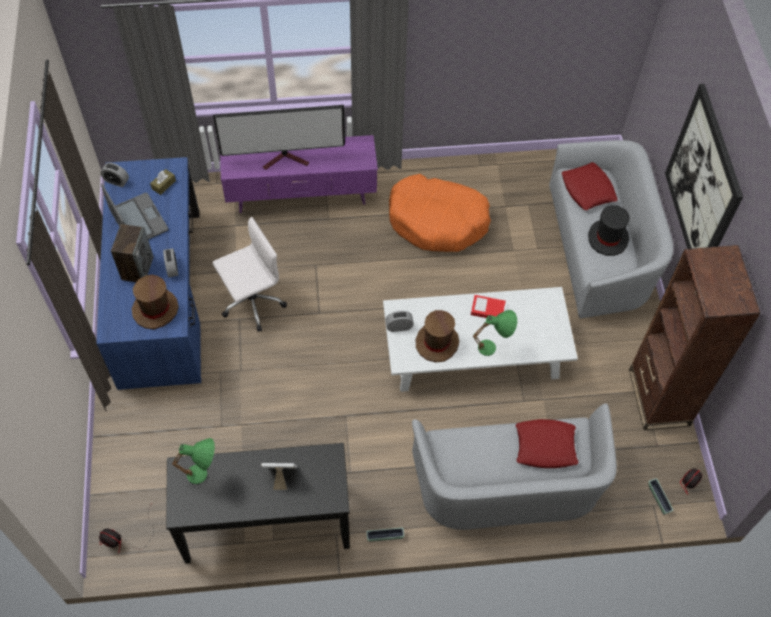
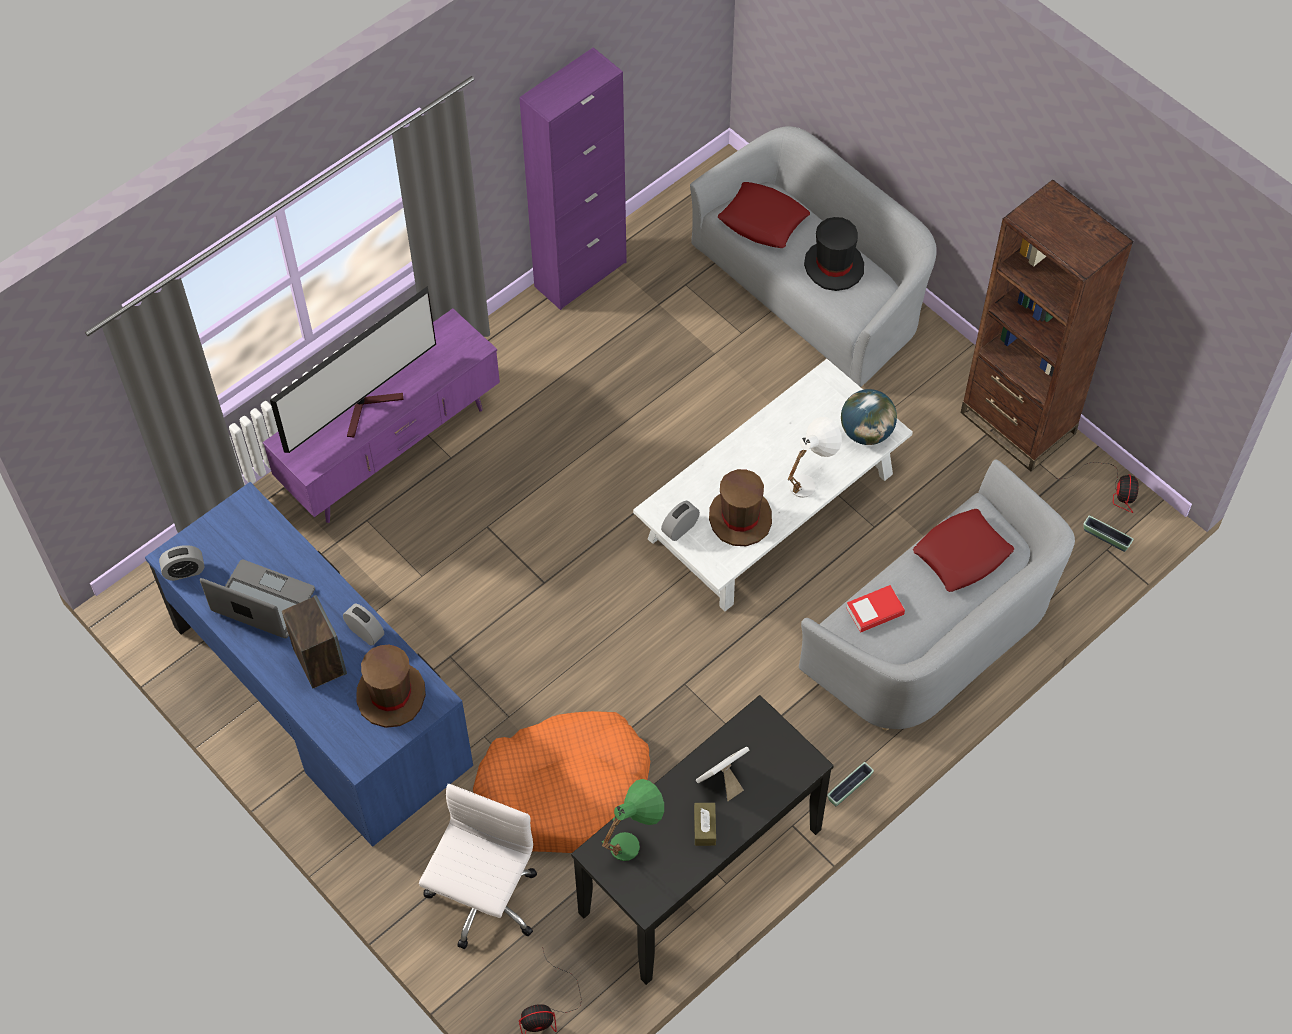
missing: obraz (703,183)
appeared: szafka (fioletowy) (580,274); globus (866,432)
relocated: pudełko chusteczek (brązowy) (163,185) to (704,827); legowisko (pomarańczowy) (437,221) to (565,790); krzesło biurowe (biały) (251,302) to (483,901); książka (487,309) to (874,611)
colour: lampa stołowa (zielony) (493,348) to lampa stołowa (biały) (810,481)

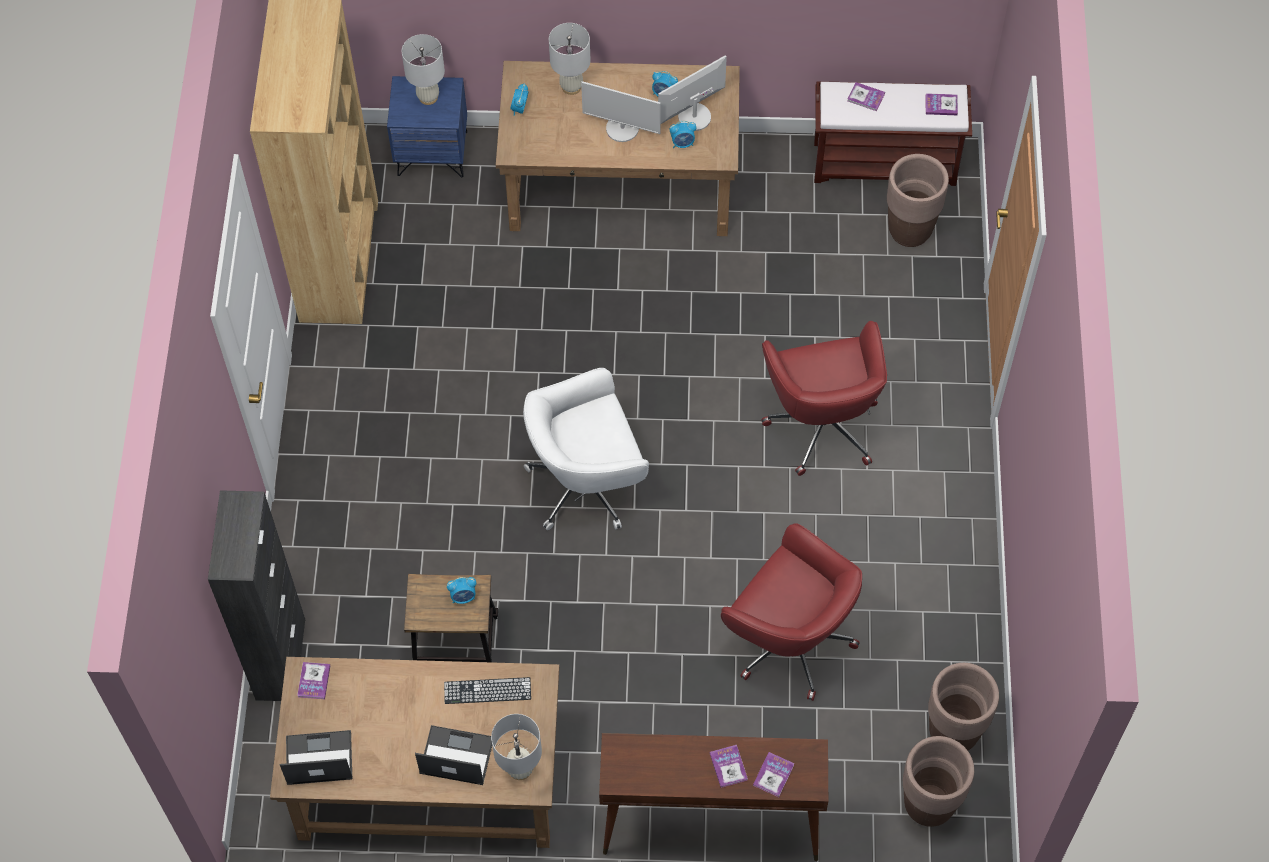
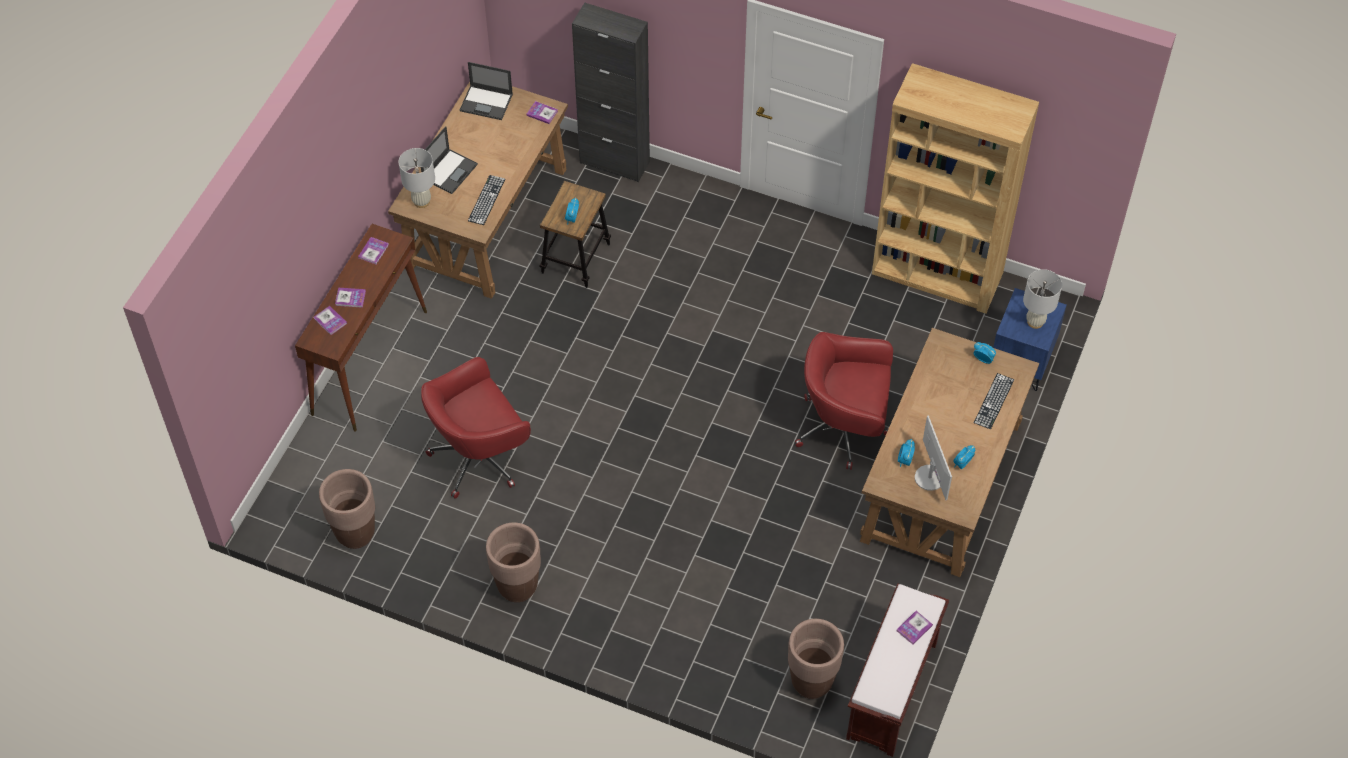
missing: monitor (622,128); krzesło biurowe (biały) (587,483)
relocated: książka (941,105) to (373,251); krzesło biurowe (czerwony) (822,423) to (844,428); donica (brązowy) (929,805) to (517,587)
exchanged: lampa stołowa (biały) (571,87) to klawiatura (994,401)
spun: laptop (318,758) = (487,102) 90 degrees clockwise

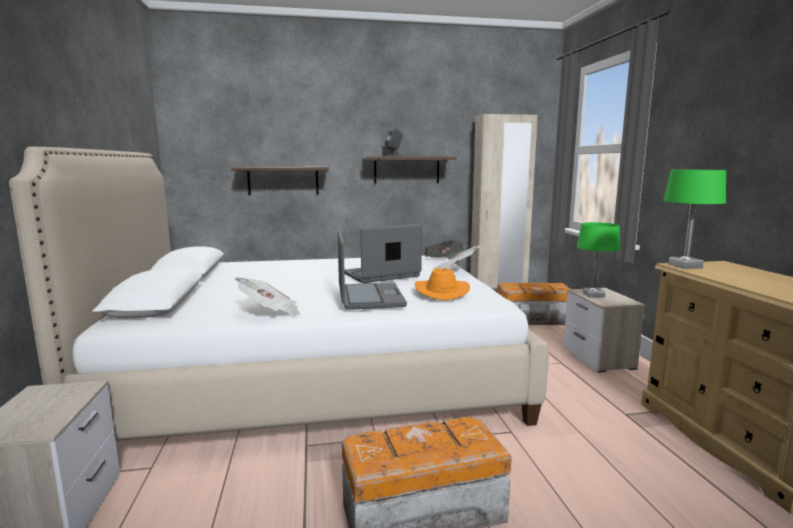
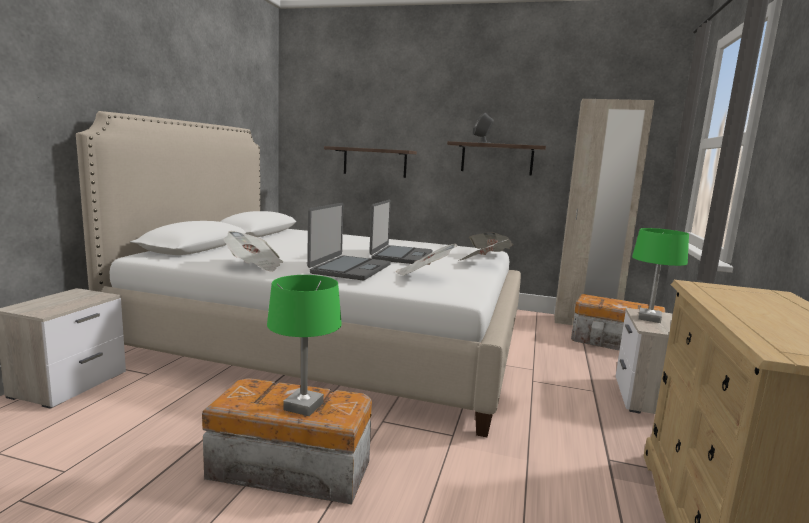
relocated: lampa stołowa (zielony) (685,266) to (303,406)
exchanged: kapelusz (pomarańczowy) (441,291) to gazeta (423,275)
spun: laptop (382,275) = (401,256) 105 degrees clockwise

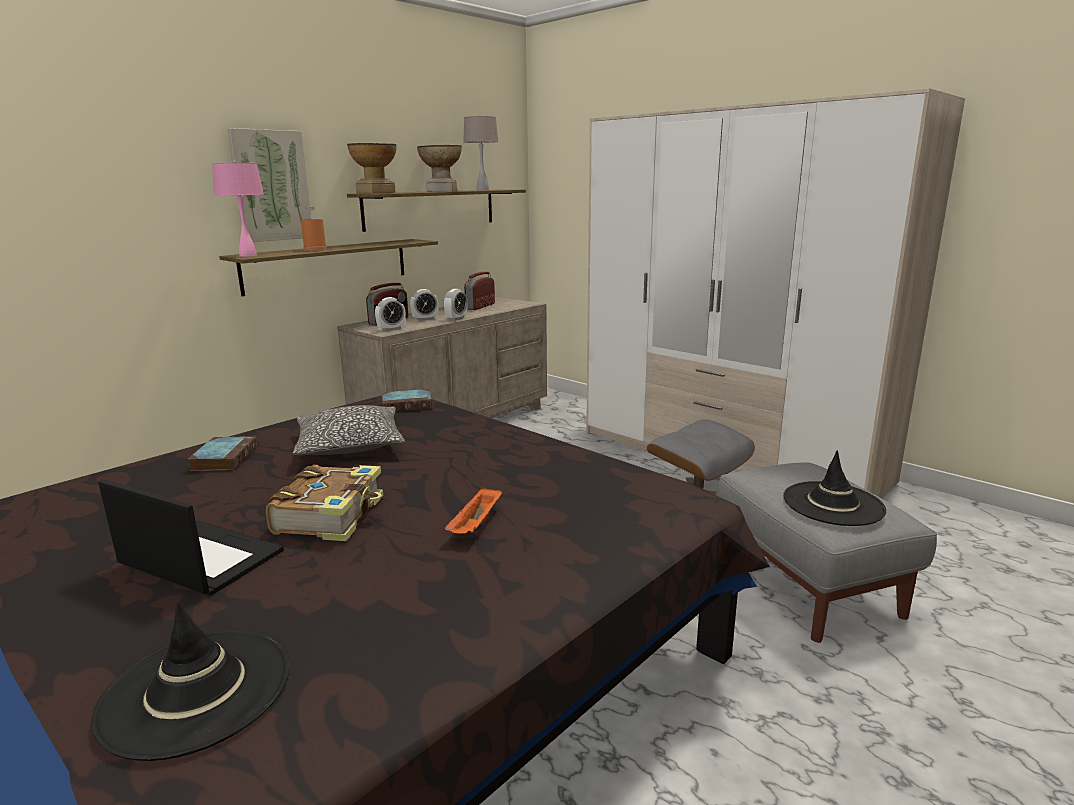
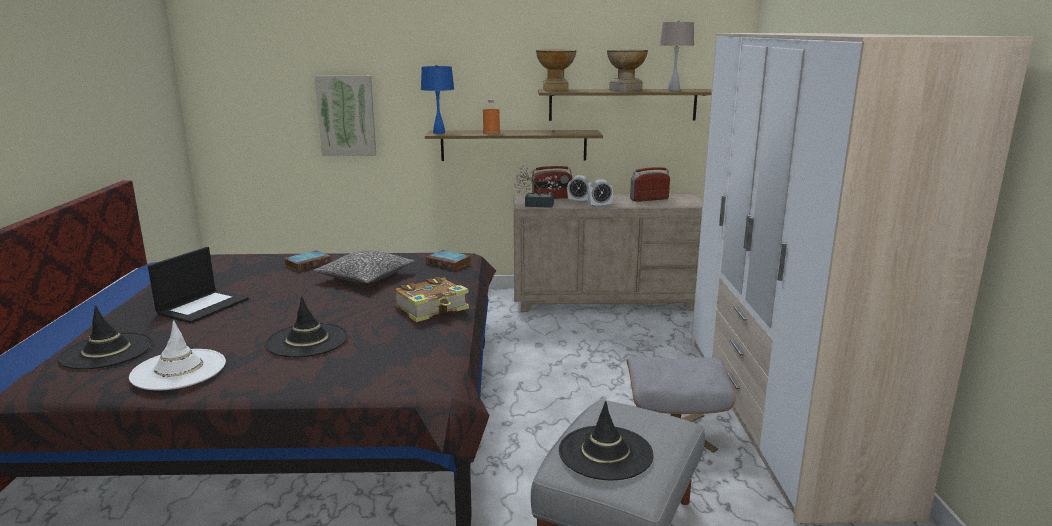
appeared: kapelusz (biały) (178,370)
relocated: obraz (271,186) to (346,116); książka (332,515) to (432,309)
exchanged: budzik (391,329) to roślina doniczkowa (535,204); taca (pomarańczowy) (476,525) to kapelusz (czarny) (307,340)
colour: lampa stołowa (różowy) (248,255) to lampa stołowa (niebieski) (439,133)
spun: laptop (199,558) = (203,306) 45 degrees clockwise

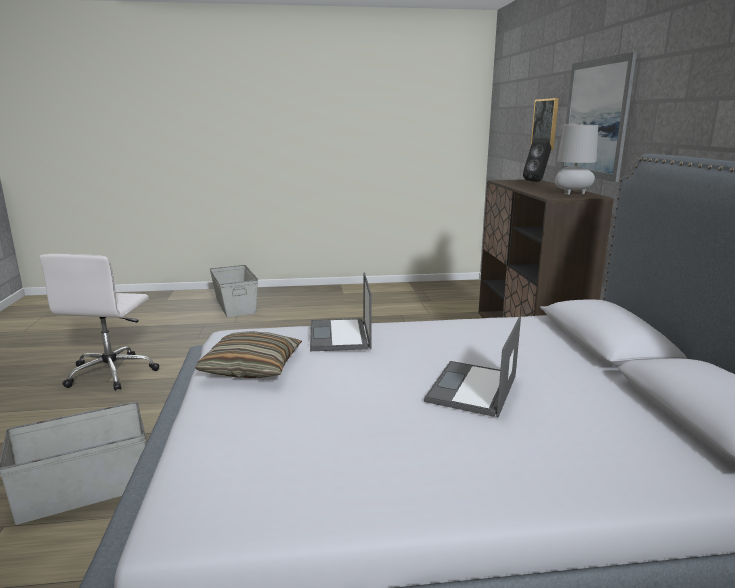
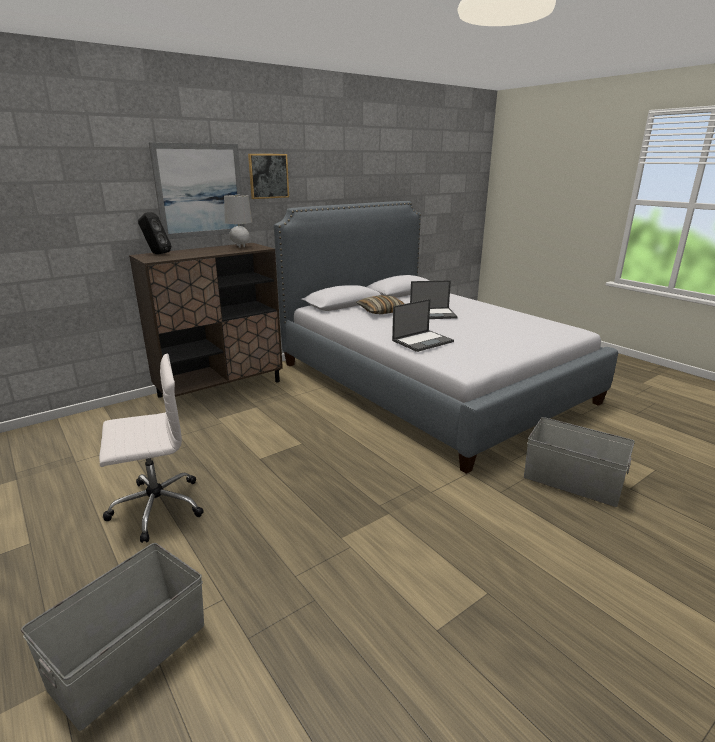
relocated: obraz (545,124) to (268,176); krzesło biurowe (biały) (112,372) to (155,507); poduszka (252,367) to (381,311)

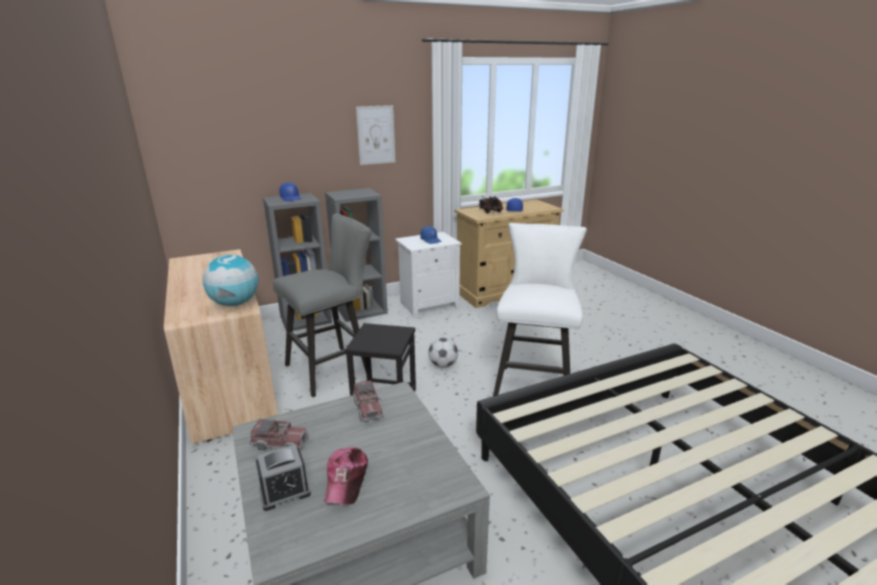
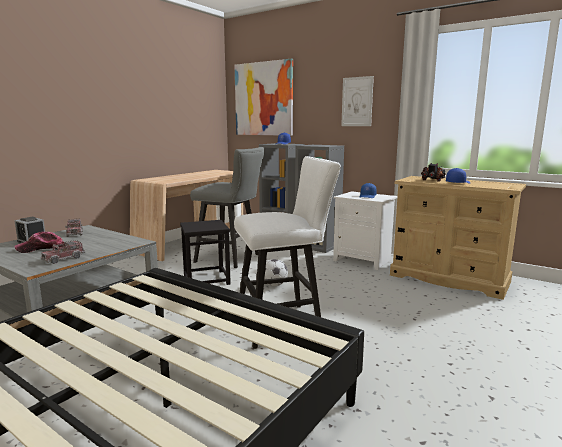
missing: globus (235,303)
appeared: obraz (263,99)
relocated: ciężarówka zabawkowa (368,408) to (63,258)

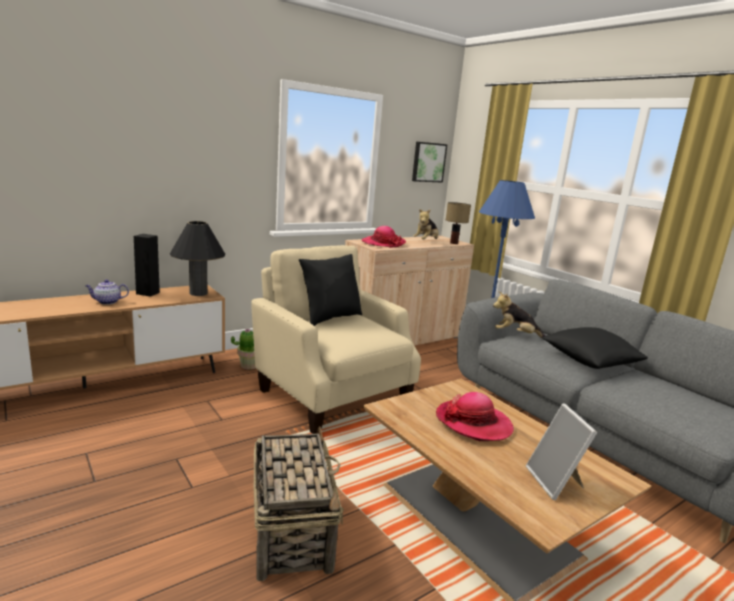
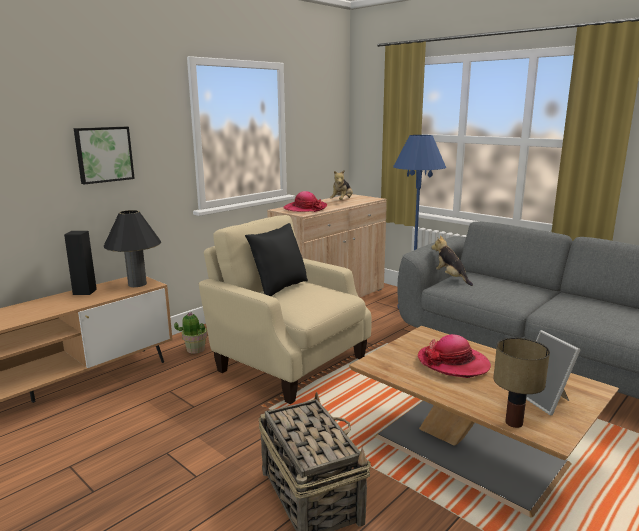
missing: imbryk (107,302); poduszka (czarny) (589,361)
relocated: obraz (428,162) to (103,154); lampa stołowa (454,243) to (515,422)
spun: pluszak (515,335) = (450,278) 60 degrees clockwise

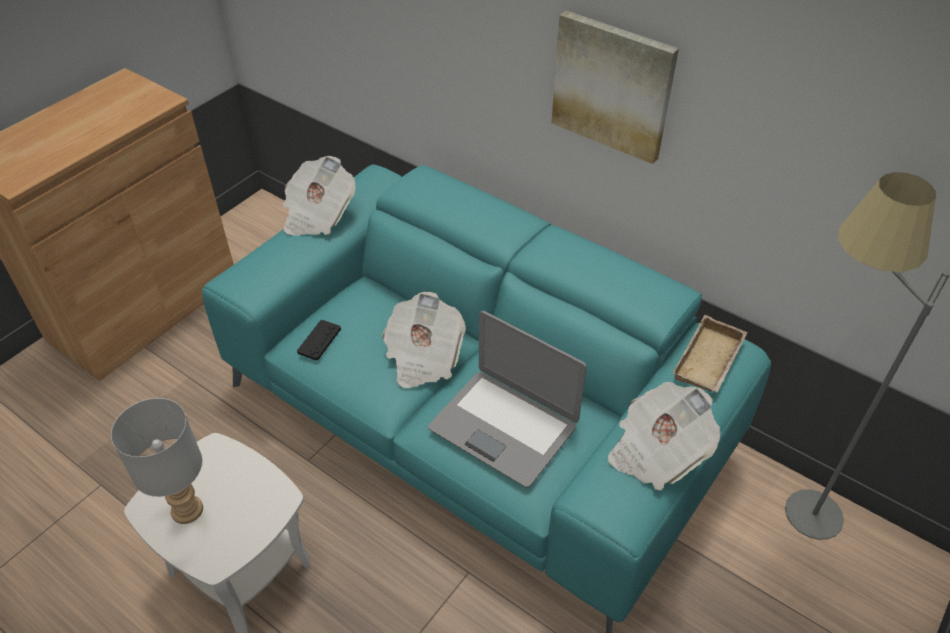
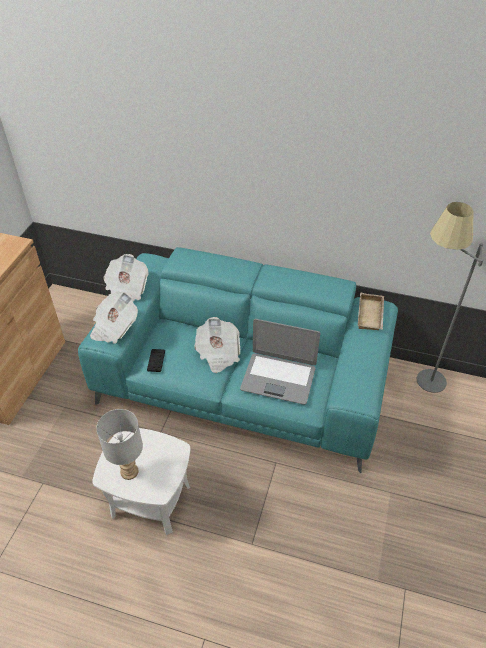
missing: obraz (613,86)
relocated: gazeta (657,451) to (114,327)

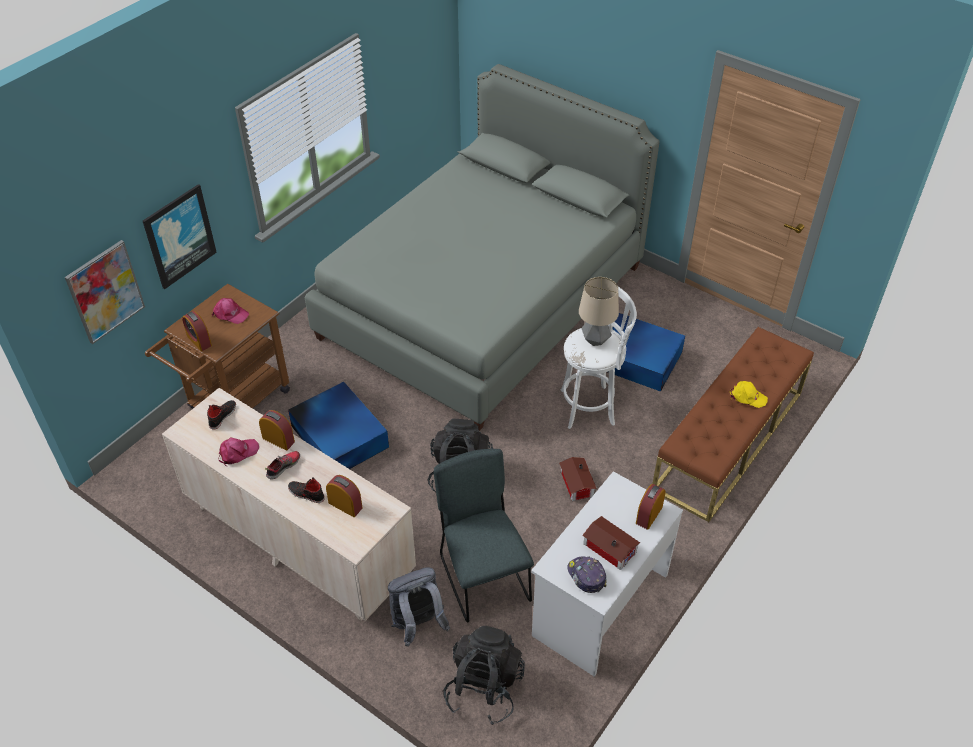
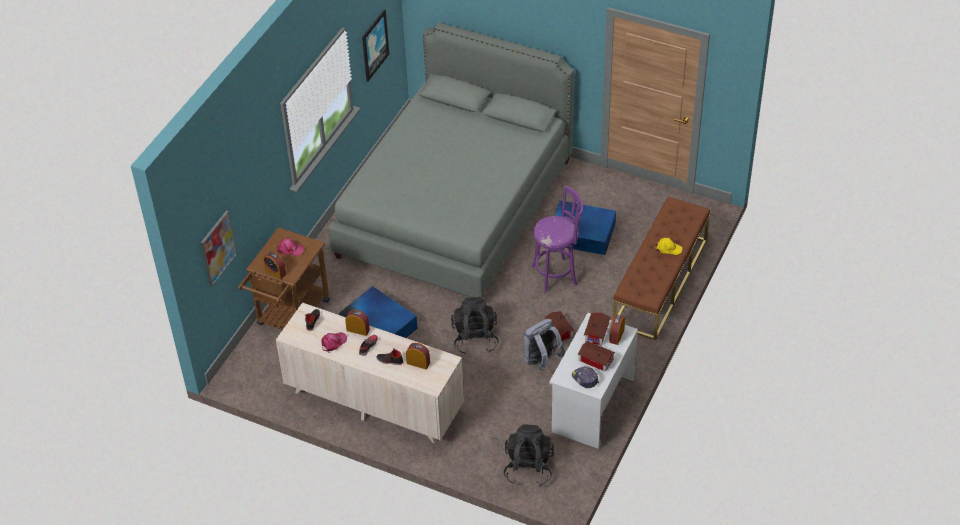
missing: lampa stołowa (595,340); krzesło (szary) (482,574)
appeared: domek (598,332)
relocated: obraz (179,236) to (374,45); plecak (szary) (418,625) to (541,361)
colour: stołek (biały) (591,407) to stołek (fioletowy) (557,275)

